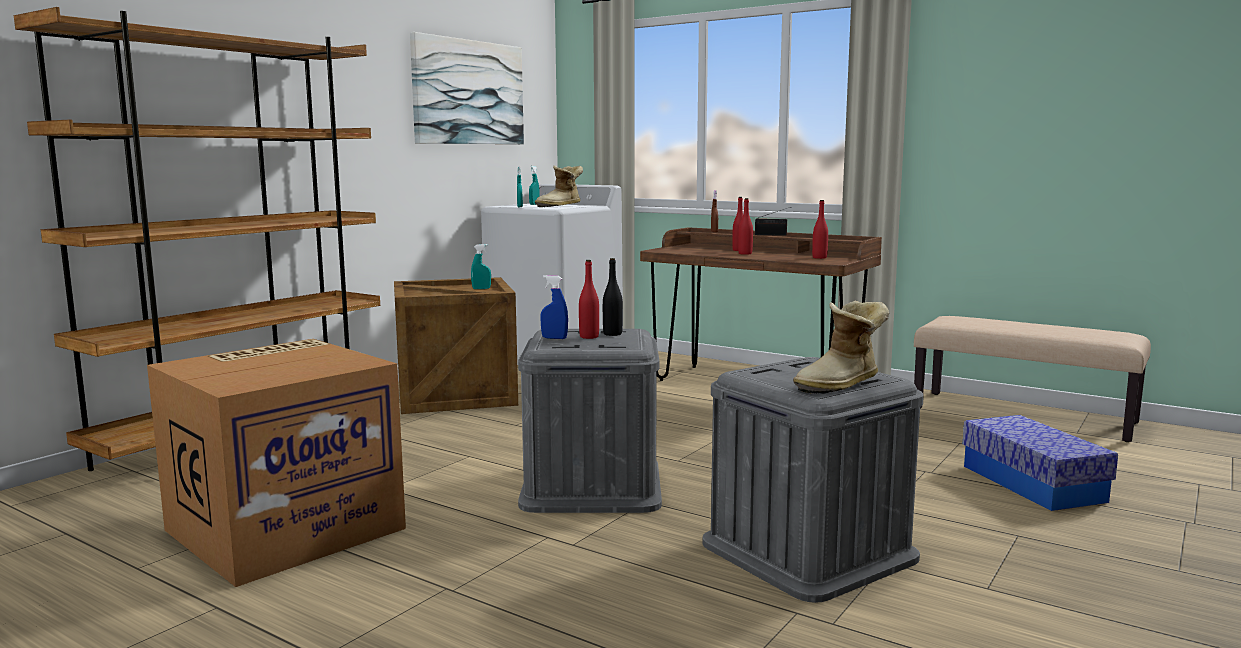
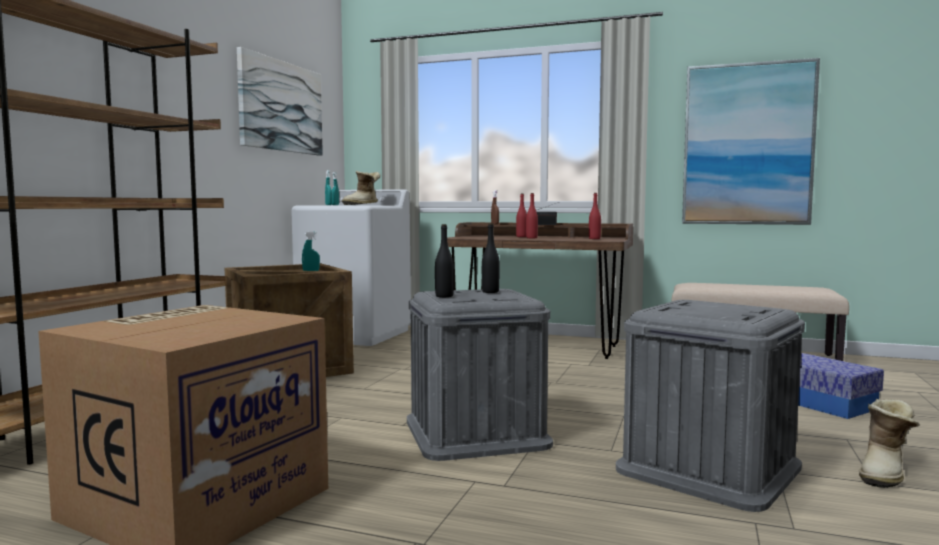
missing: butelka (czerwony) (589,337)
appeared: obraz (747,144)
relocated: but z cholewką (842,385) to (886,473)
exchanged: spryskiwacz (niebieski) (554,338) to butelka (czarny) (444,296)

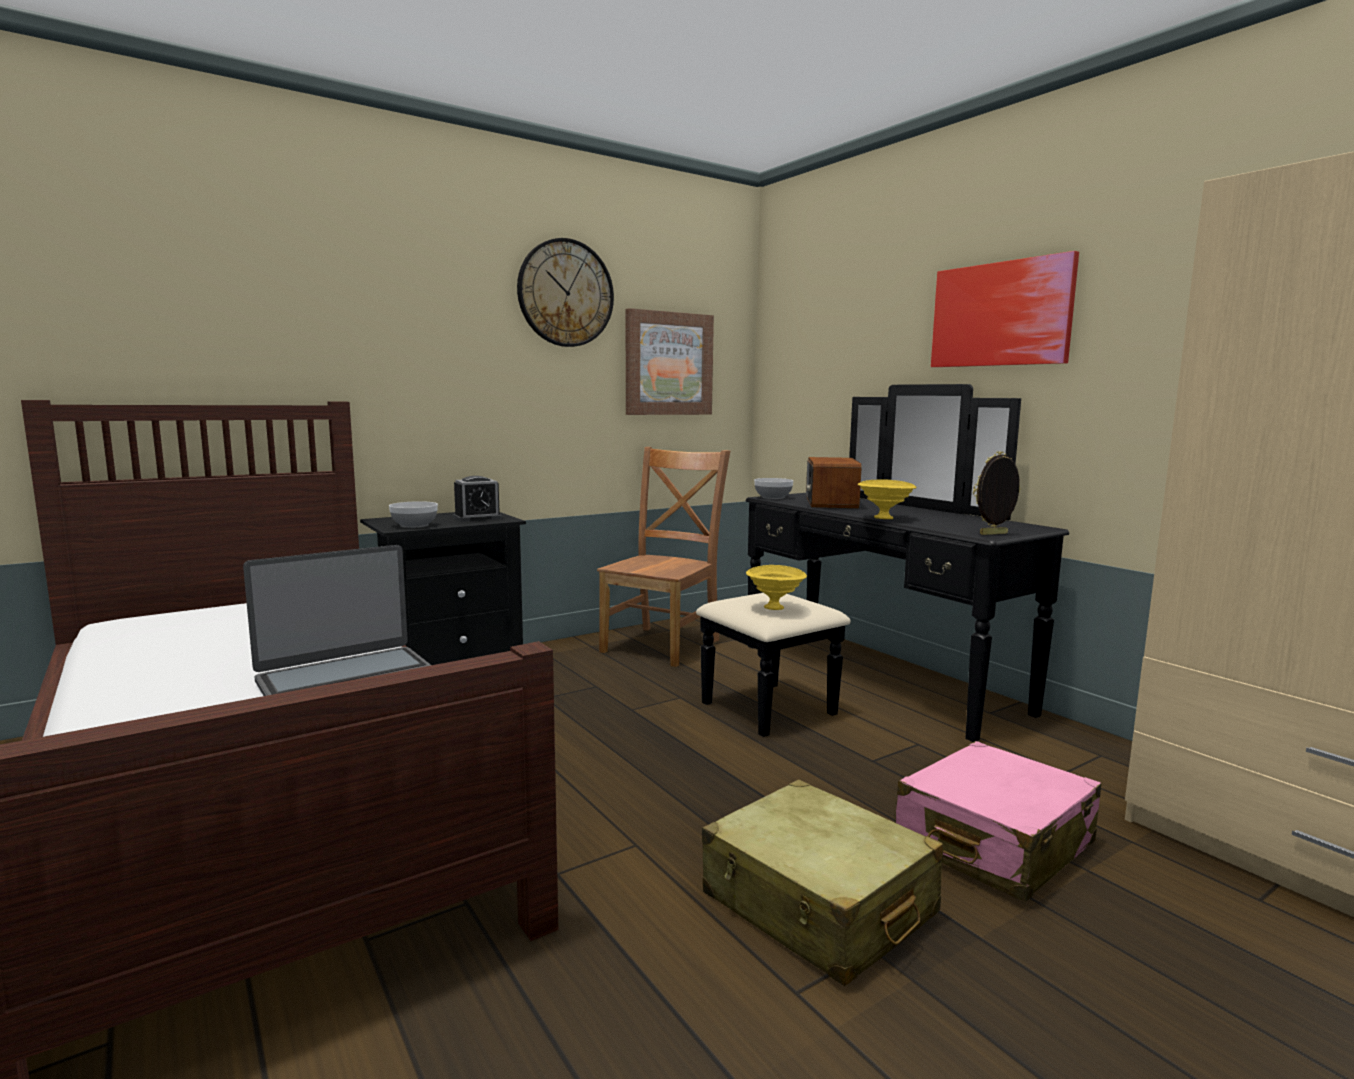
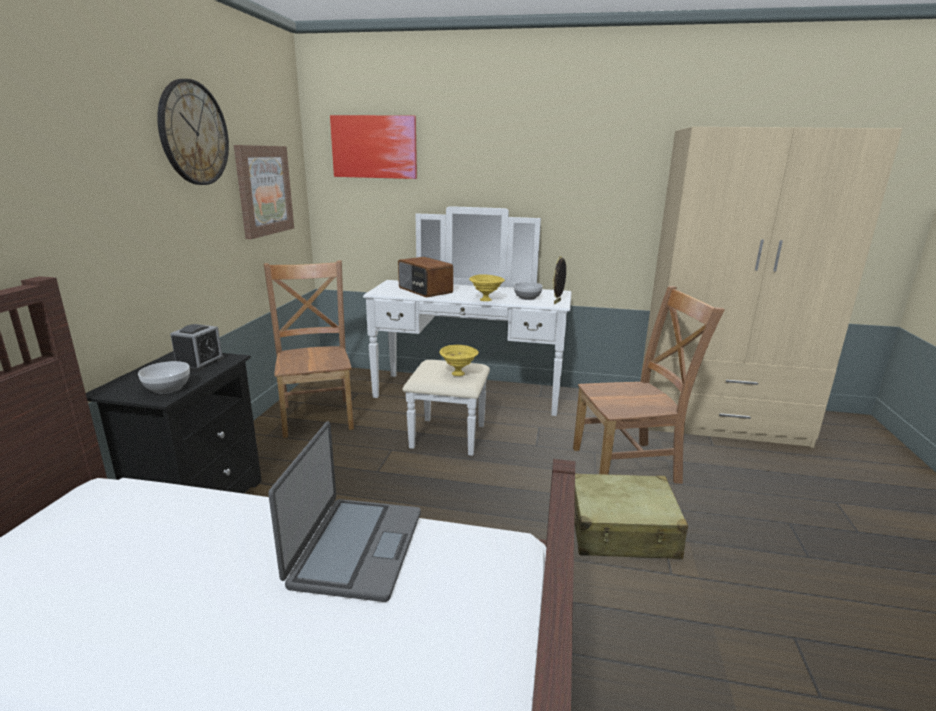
relocated: obraz (1000,314) to (374,147); miska (772,497) to (527,298)
exchanged: walizka (różowy) (993,843) to krzesło (brązowy) (629,465)
colour: komoda (czarny) (855,684) to komoda (biały) (464,402)

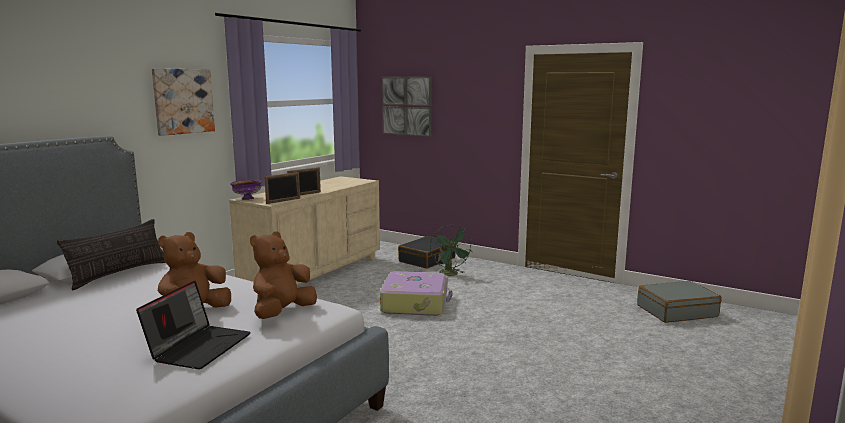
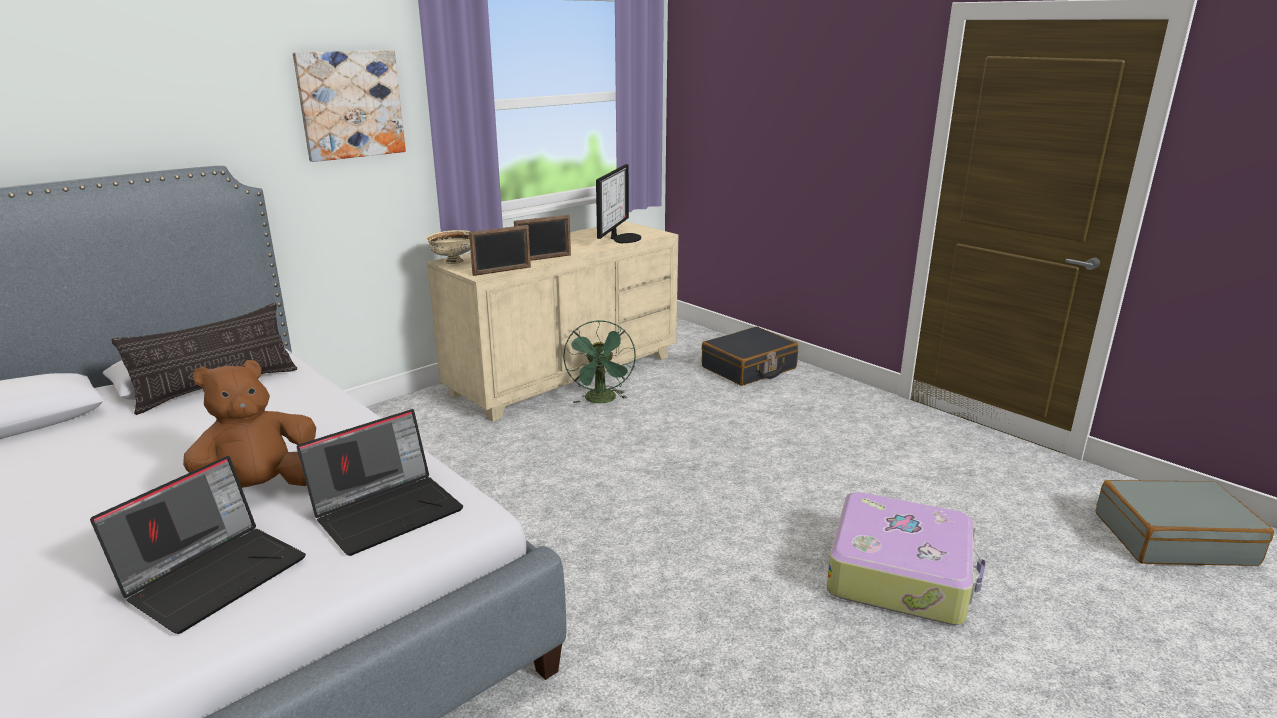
missing: obraz (407,106)
appeared: monitor (623,238)
relocated: wentylator (zielony) (450,274) to (602,400); walizka (415,303) to (900,573)
exchanged: pluszak (brązowy) (282,313) to laptop (388,510)
colour: miska (fioletowy) (247,199) to miska (beżowy) (453,262)

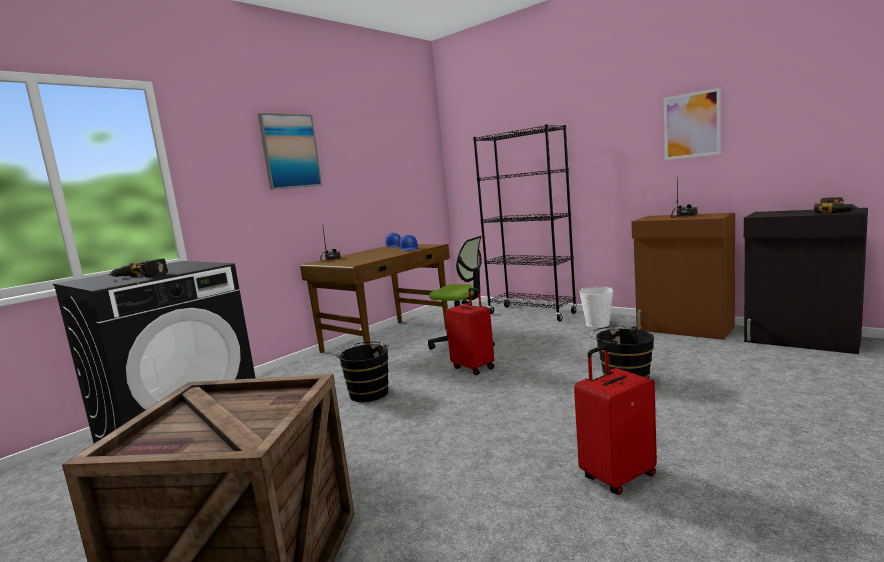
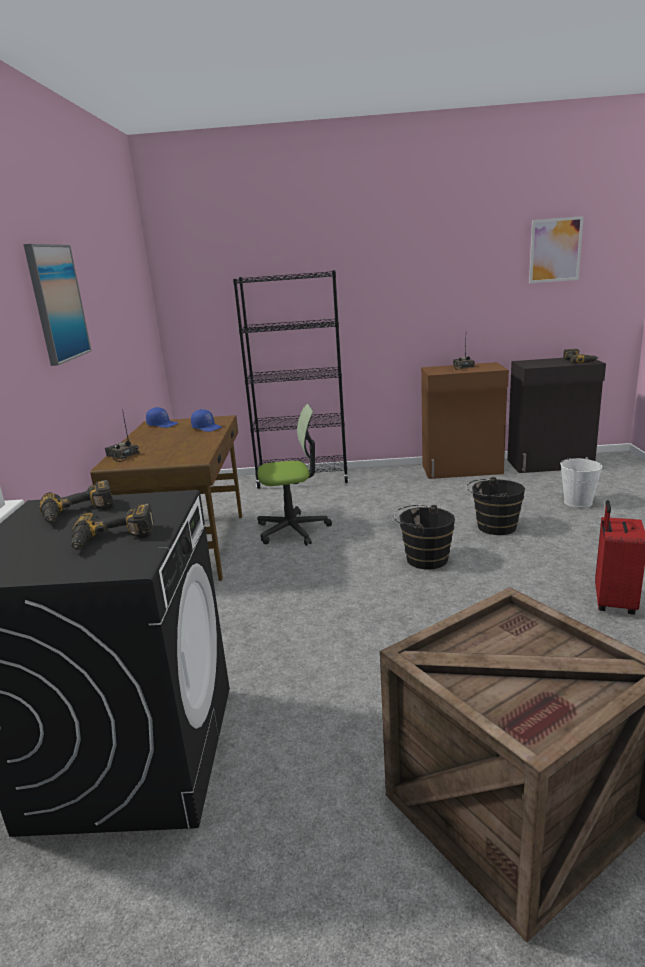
missing: walizka (czerwony) (474,367)
appeared: wiertarka (78,513)
relocated: obraz (691,125) to (555,250); wiadro (biały) (598,324) to (578,503); wiadro (czarny) (368,392) to (423,558)

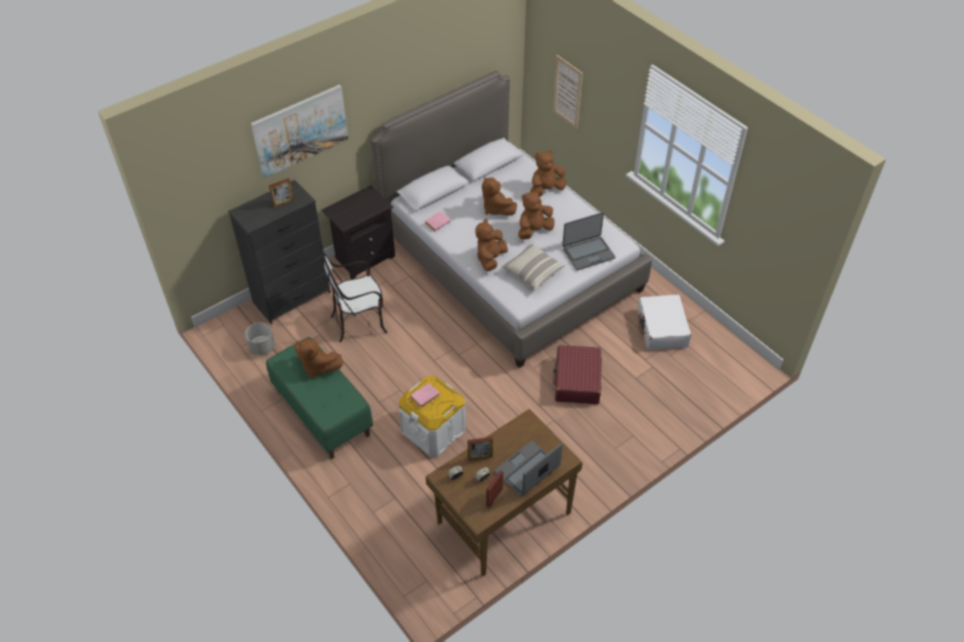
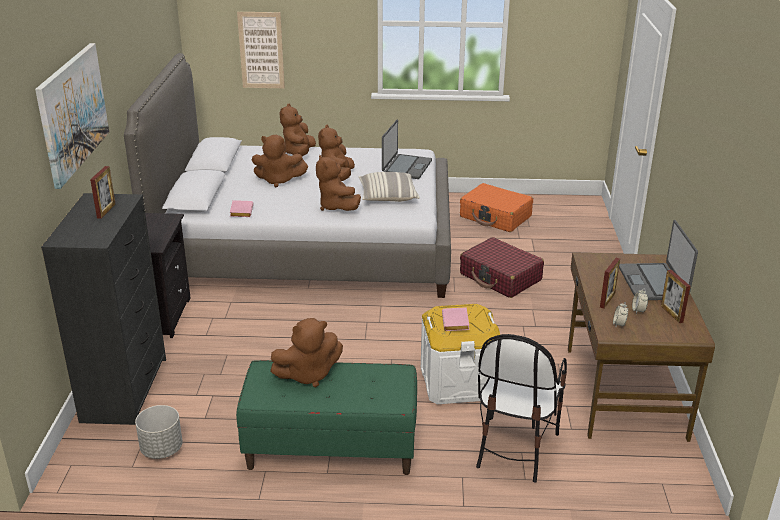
relocated: krzesło (359,322) to (514,448)
colour: walizka (biały) (662,328) to walizka (pomarańczowy) (495,217)

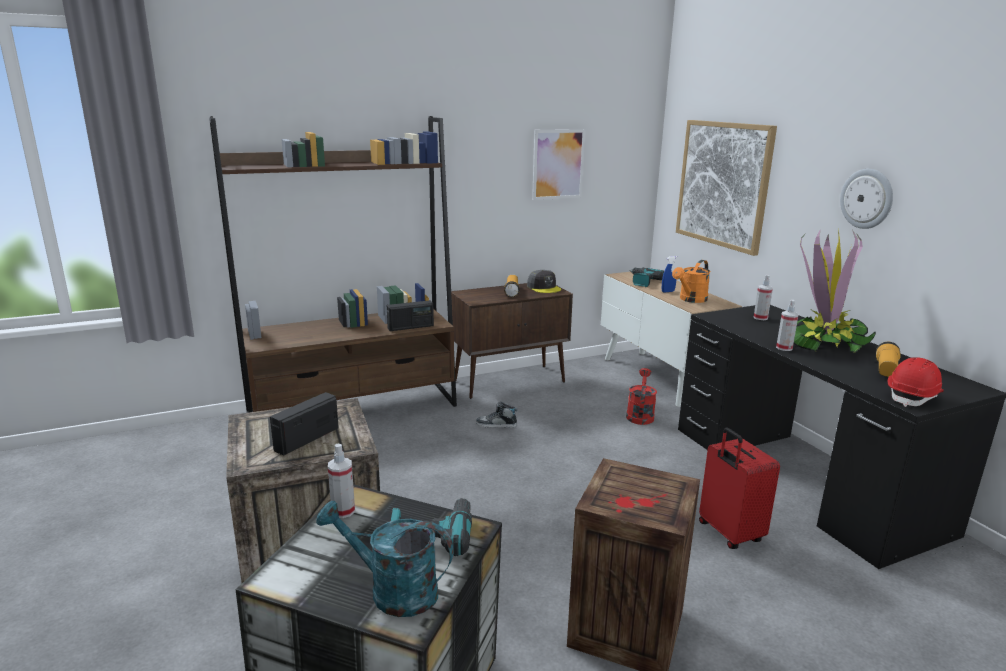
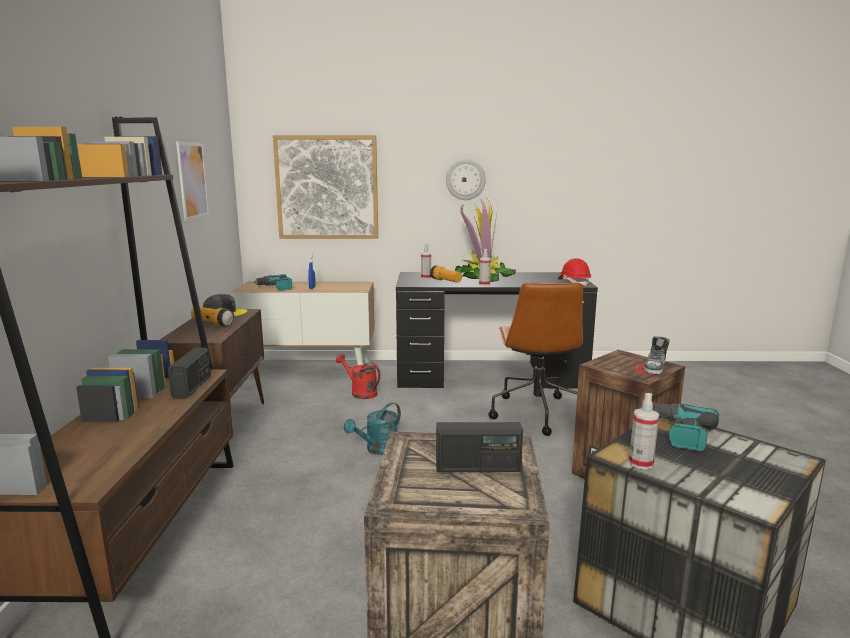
missing: konewka (pomarańczowy) (690,300)
relocated: latarka (885,370) to (446,281); but (496,425) to (655,367); konewka (turkusowy) (392,591) to (378,450)
exchanged: walizka (czerwony) (728,533) to krzesło biurowe (brązowy) (536,412)
spun: radio (306,439) = (478,468) 60 degrees counterclockwise

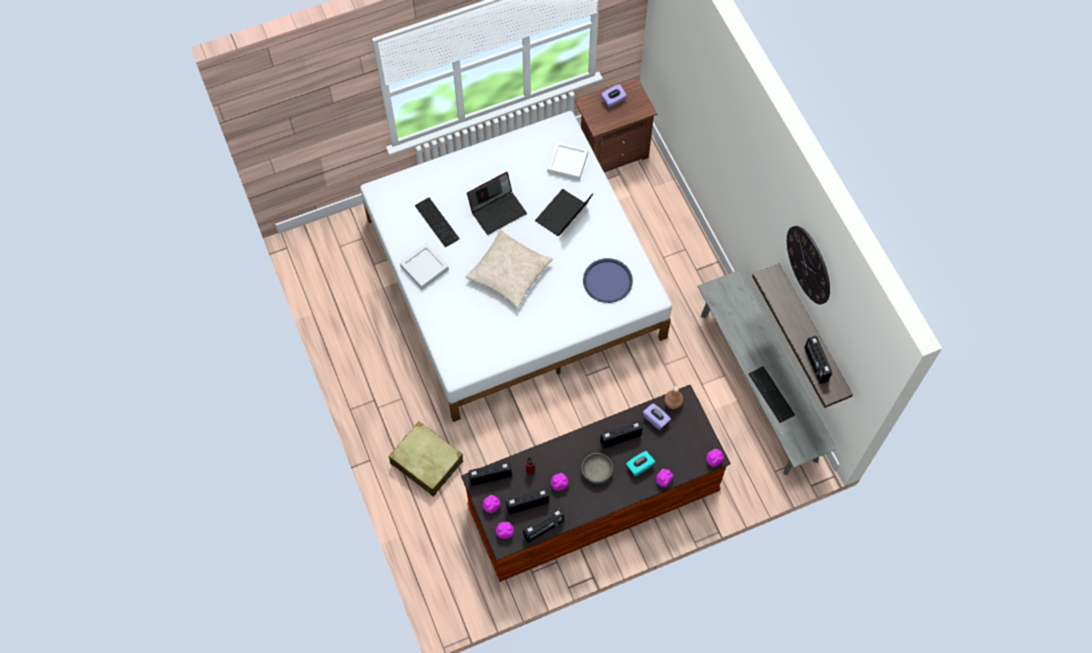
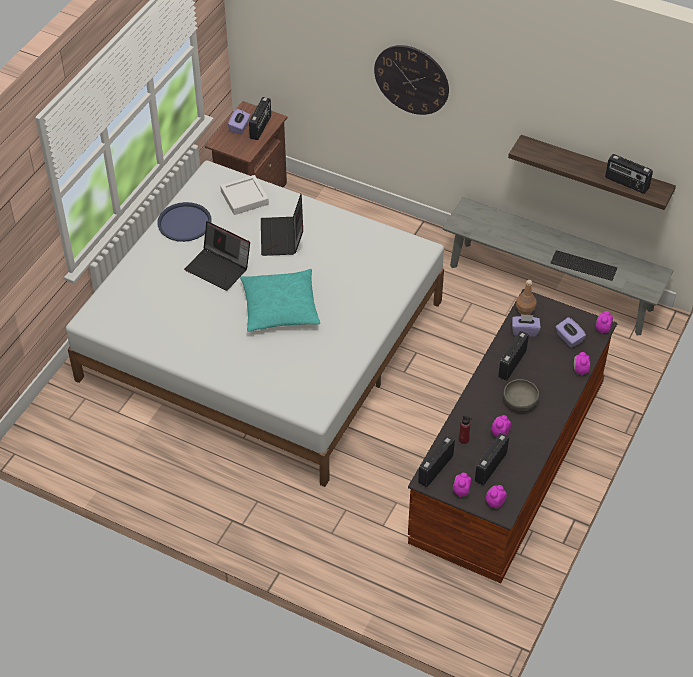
missing: klawiatura (437,221); taca (szary) (424,268); walizka (beżowy) (426,462); pudełko chusteczek (turkusowy) (639,466)
appeared: pudełko chusteczek (fioletowy) (569,338)
relocated: zegar ścienny (809,264) to (411,79); taca (niebieski) (607,281) to (184,223); radio (544,529) to (261,127)
colour: poduszka (beżowy) (509,273) to poduszka (turkusowy) (280,307)
spun: laptop (498,210) = (219,268) 105 degrees clockwise

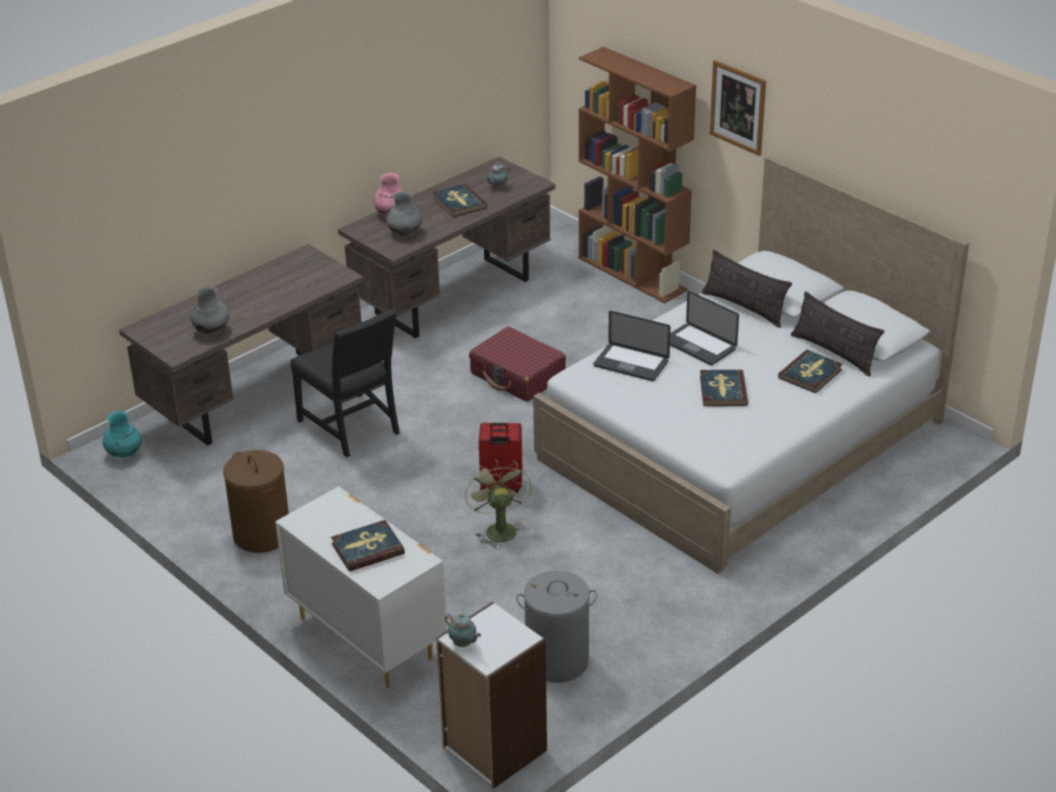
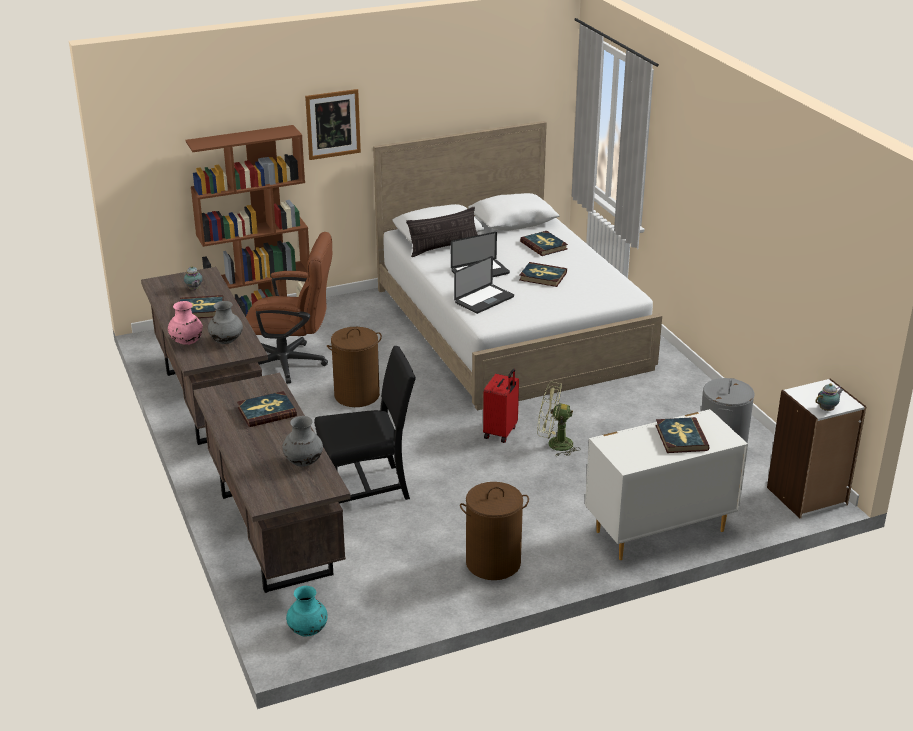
missing: poduszka (834,353)
appeared: krzesło biurowe (brązowy) (292,363); książka (266,412)
exchanged: walizka (czerwony) (518,375) to kosz na pranie (brązowy) (357,395)

